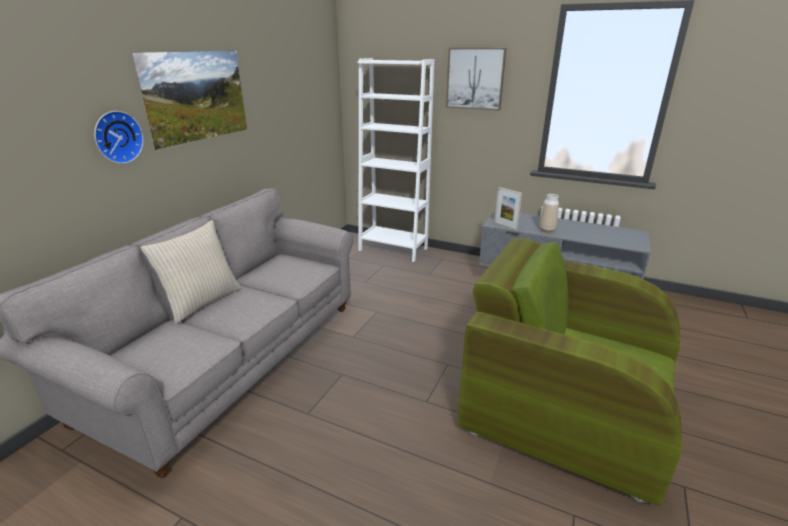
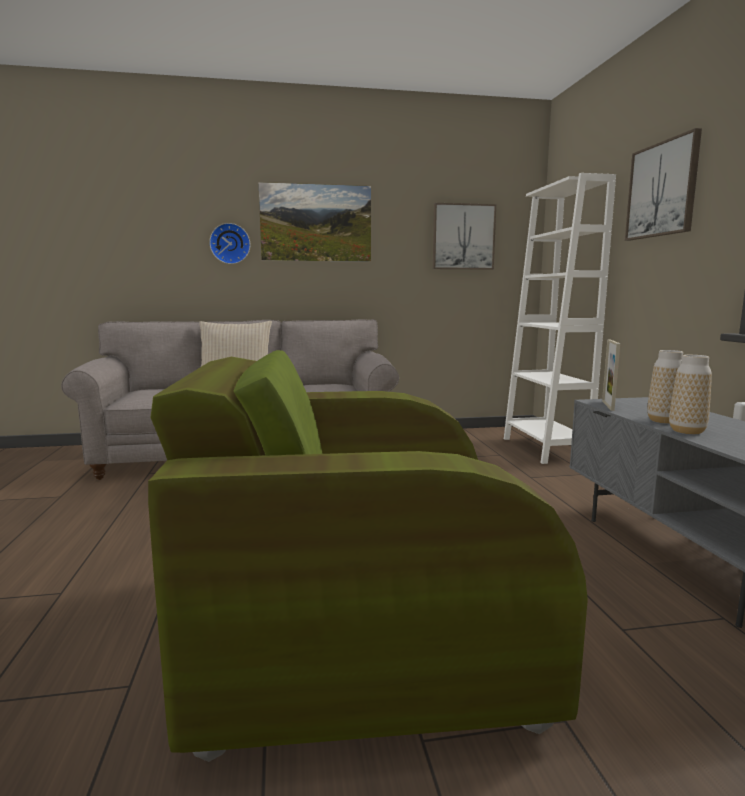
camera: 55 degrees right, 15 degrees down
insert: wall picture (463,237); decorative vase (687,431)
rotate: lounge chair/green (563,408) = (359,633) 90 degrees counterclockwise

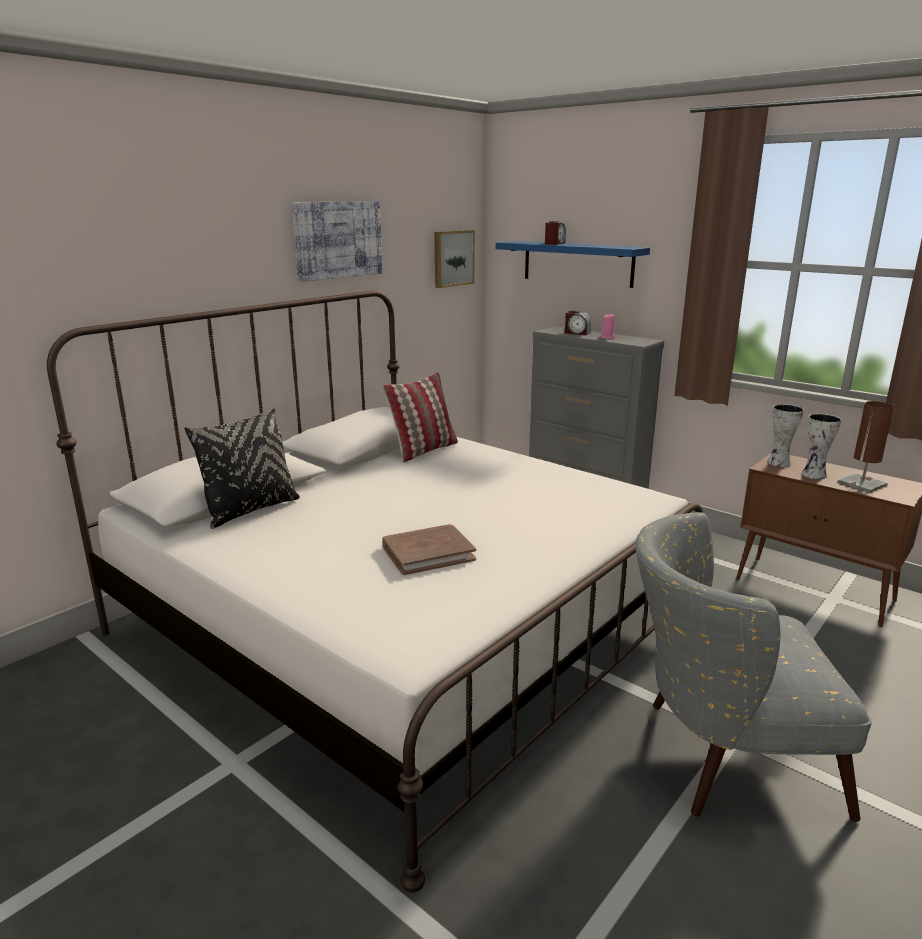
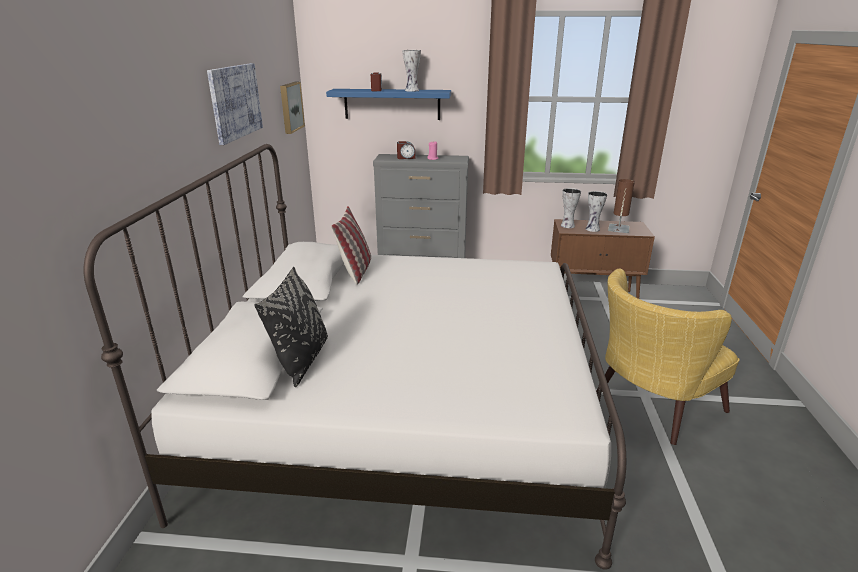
camera: 35 degrees left, 5 degrees up
delete: volume/brownish (428,553)
insert: decorative vase (412,90)
recolor: lounge chair/grey (720,755) to lounge chair/yellowish (649,407)

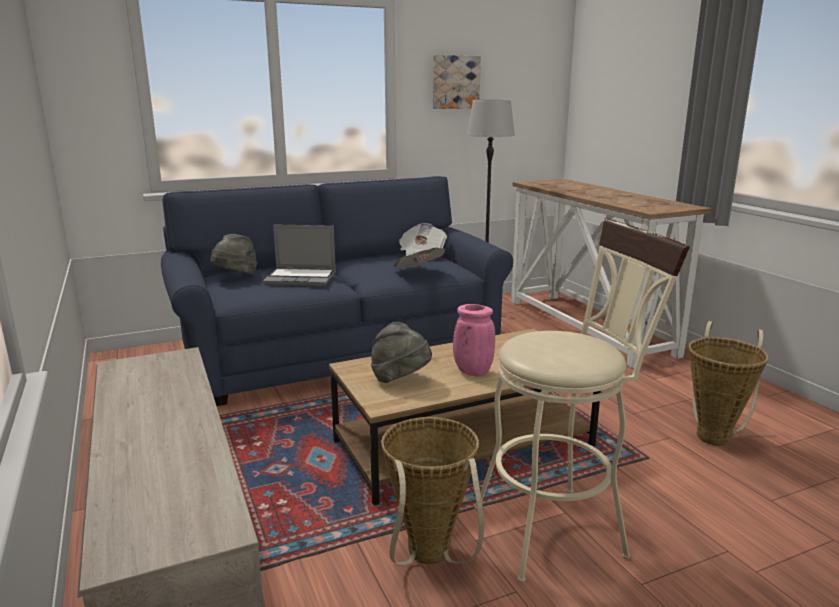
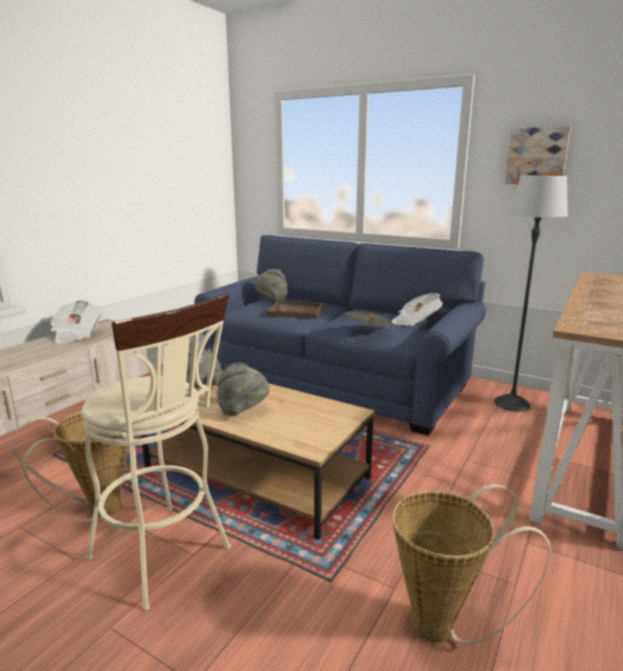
camera: 55 degrees right, 0 degrees up
insert: newspaper (76,335)
replace: notebook computer (301,278) to carrying tray/brownish (296,311); decorative vase/pink-coloured (472,372) to clothing hat/grey (243,411)

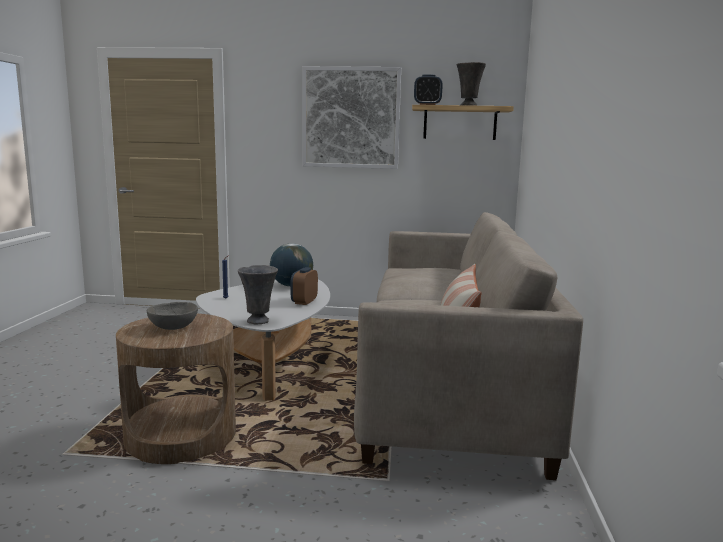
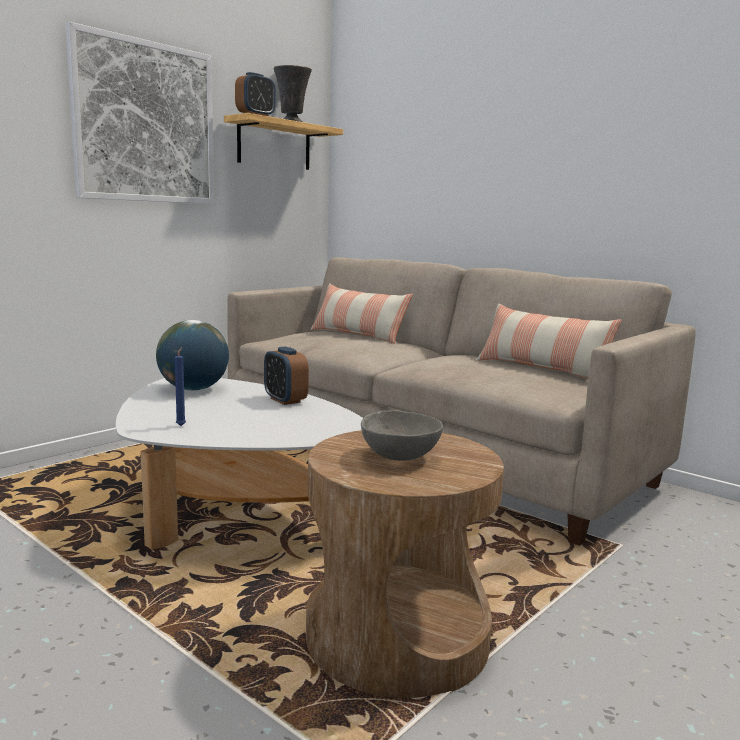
camera: 55 degrees left, 0 degrees up
delete: decorative vase/grey (259,321)
insert: pillow (358,335)

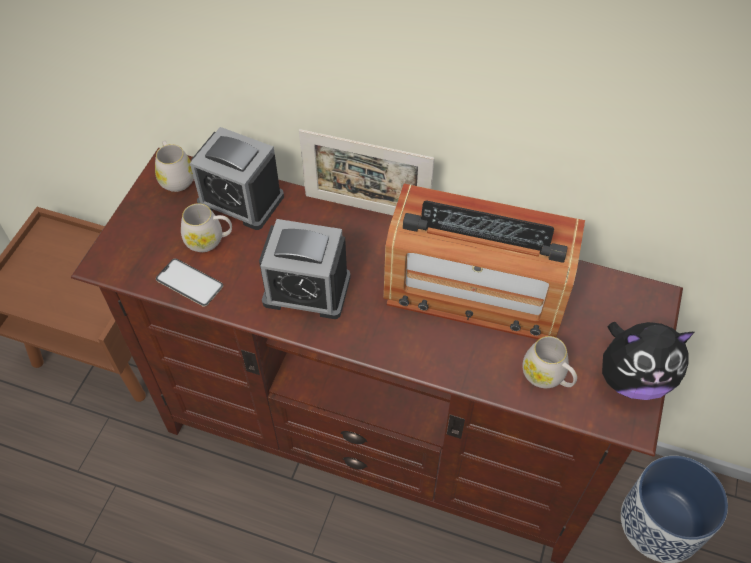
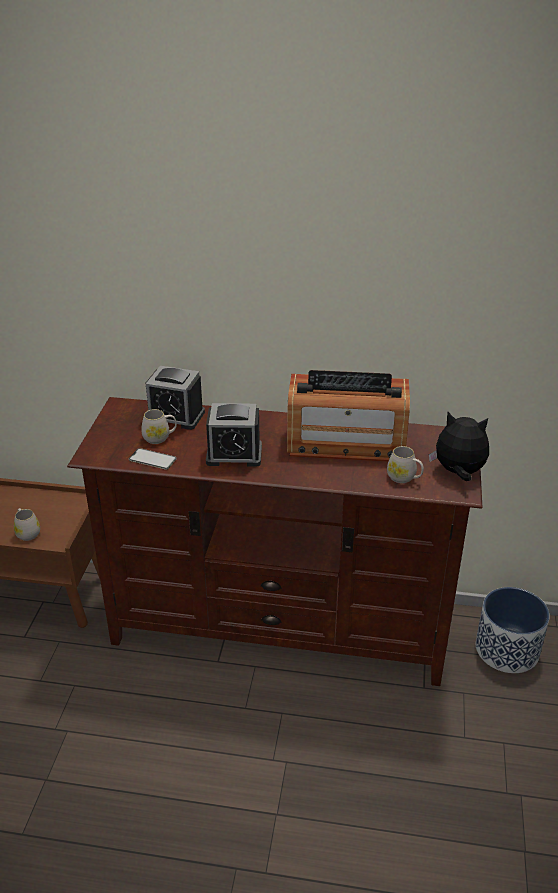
camera: 10 degrees left, 20 degrees down
delete: standing frame (366,209)
move: mug/white (176,177) to (27,532)
rotate: soft toy (632,378) = (458,473) 150 degrees counterclockwise

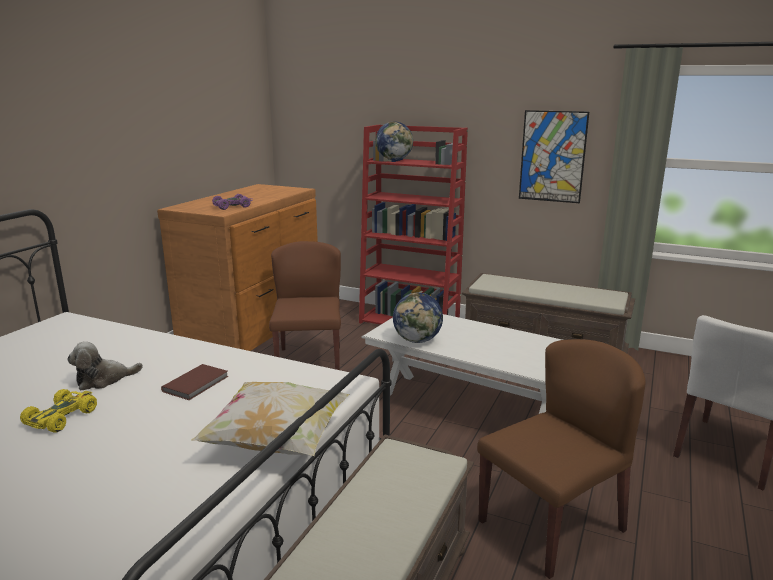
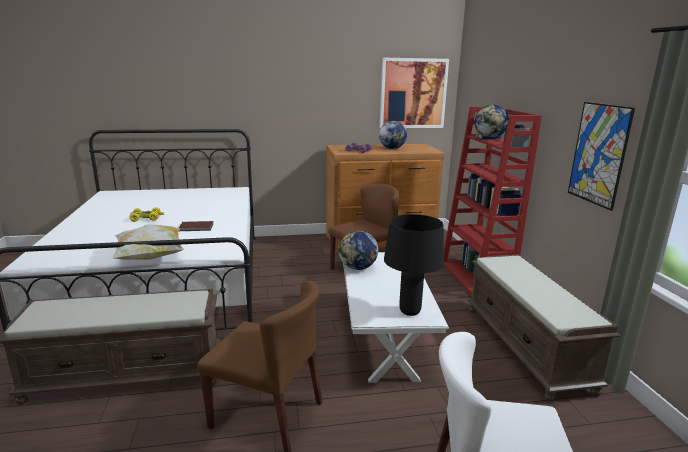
camera: 55 degrees right, 0 degrees up
delete: soft toy (103,380)
insert: globe (392,148); wall picture (413,93); table lamp/black (410,311)

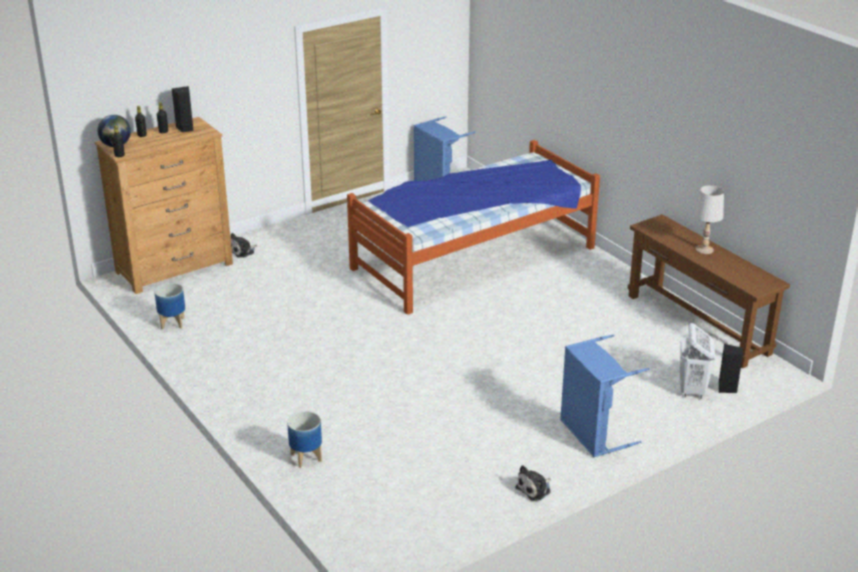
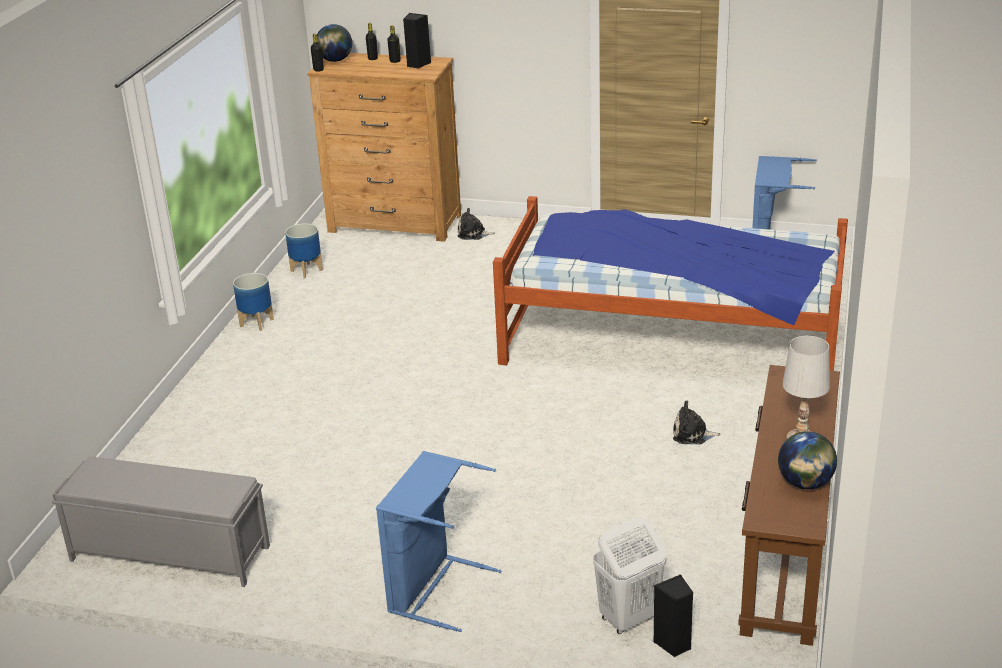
camera: 50 degrees right, 0 degrees up
insert: indoor bench/grey (168,553); globe (805,483)
move: plant pot (306,457) to (257,322); soft toy (535,489) to (692,434)

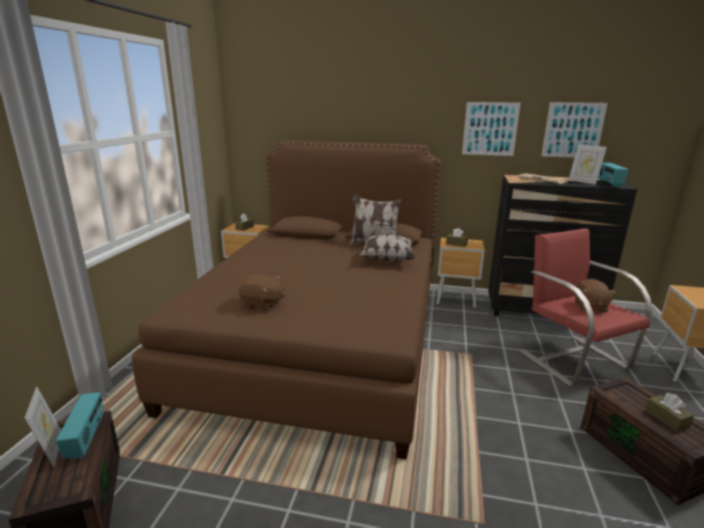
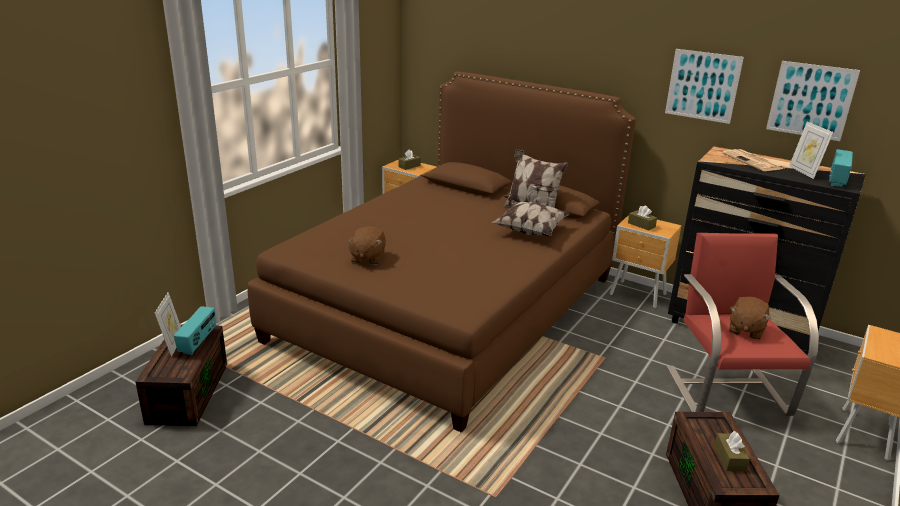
camera: 20 degrees right, 5 degrees up
rotate: soft toy/brownish (262,305) = (367,258) 60 degrees clockwise

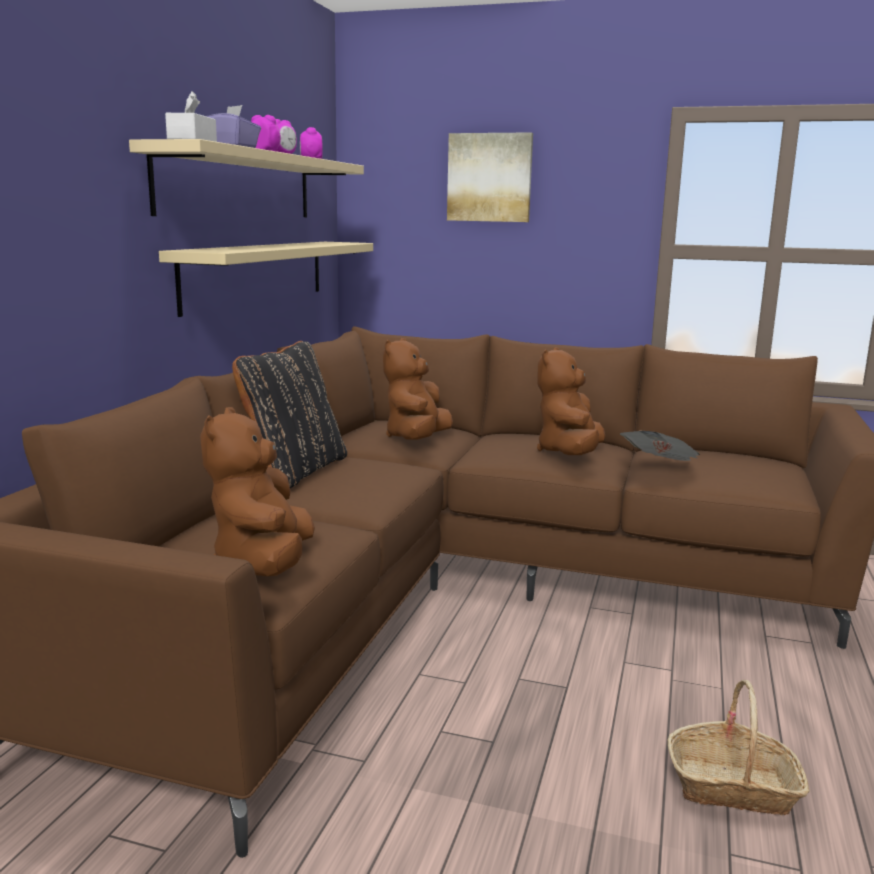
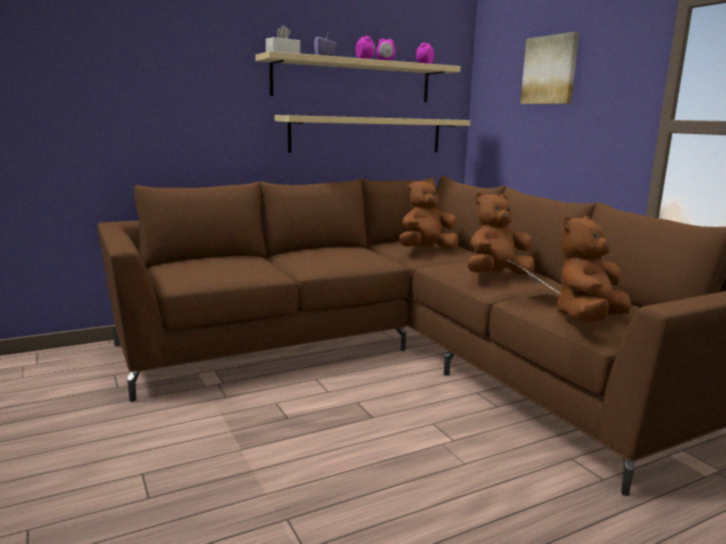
camera: 45 degrees right, 0 degrees up
delete: pillow/black (295,471); household basket (732,786)
move: soft toy/brownish (264,563) to (588,320)

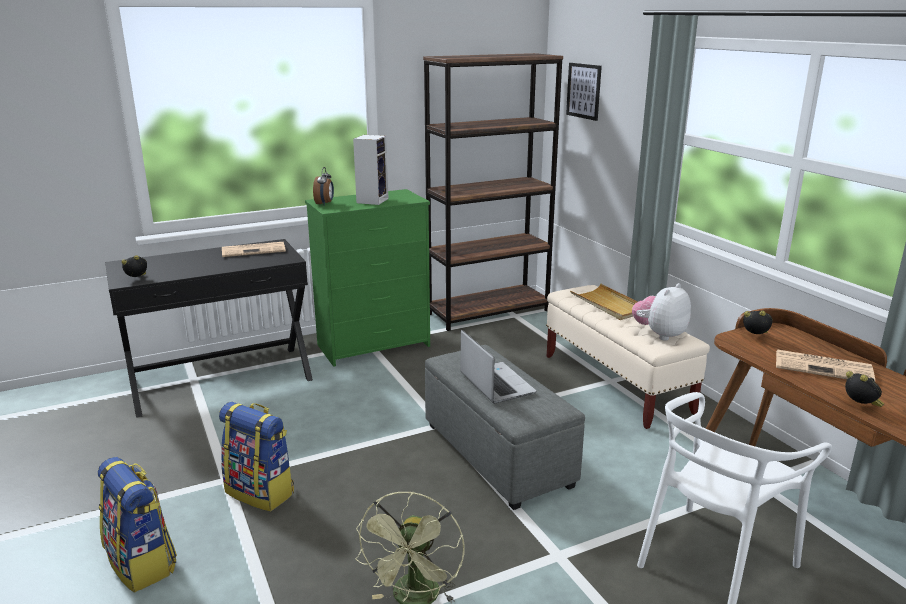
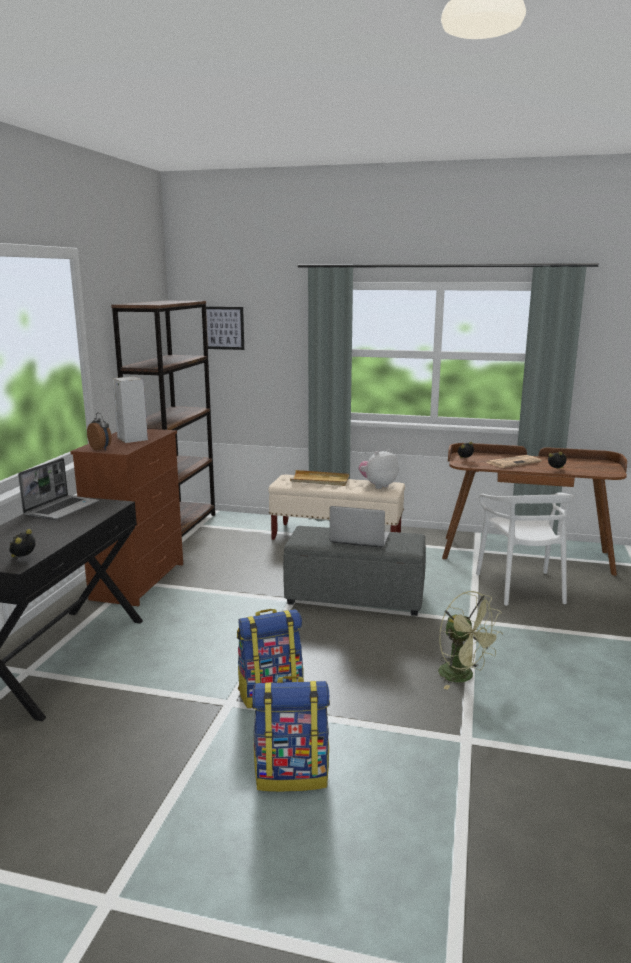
camera: 50 degrees left, 5 degrees down
replace: newspaper (254,250) to notebook computer (62,508)
recolor: dresser/green (375,346) to dresser/brownish (139,581)
rotate: soft toy (660,334) = (378,485) 60 degrees clockwise

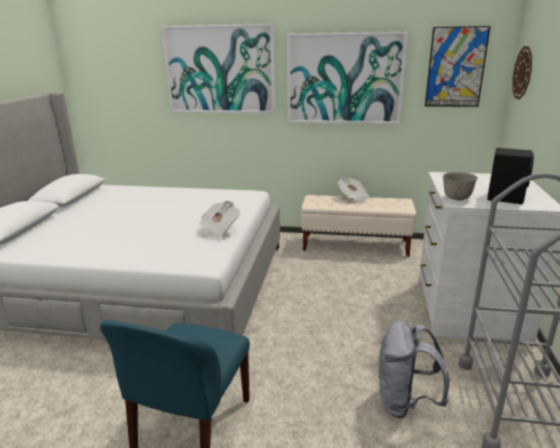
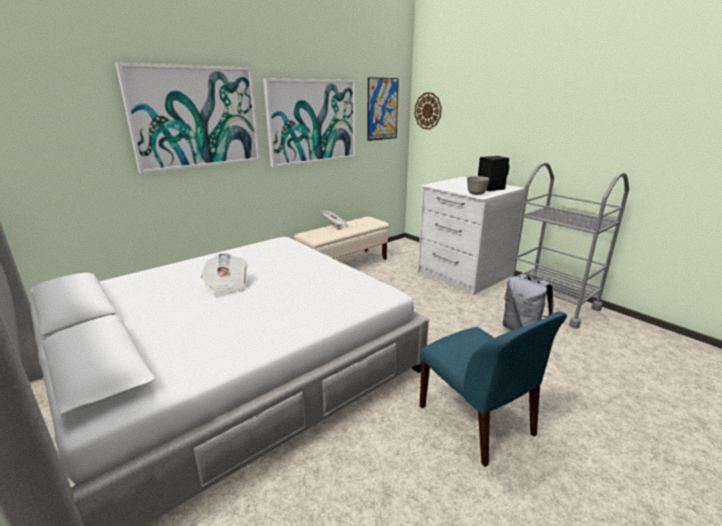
camera: 50 degrees left, 0 degrees up
move: newspaper (217,231) to (226,286)

